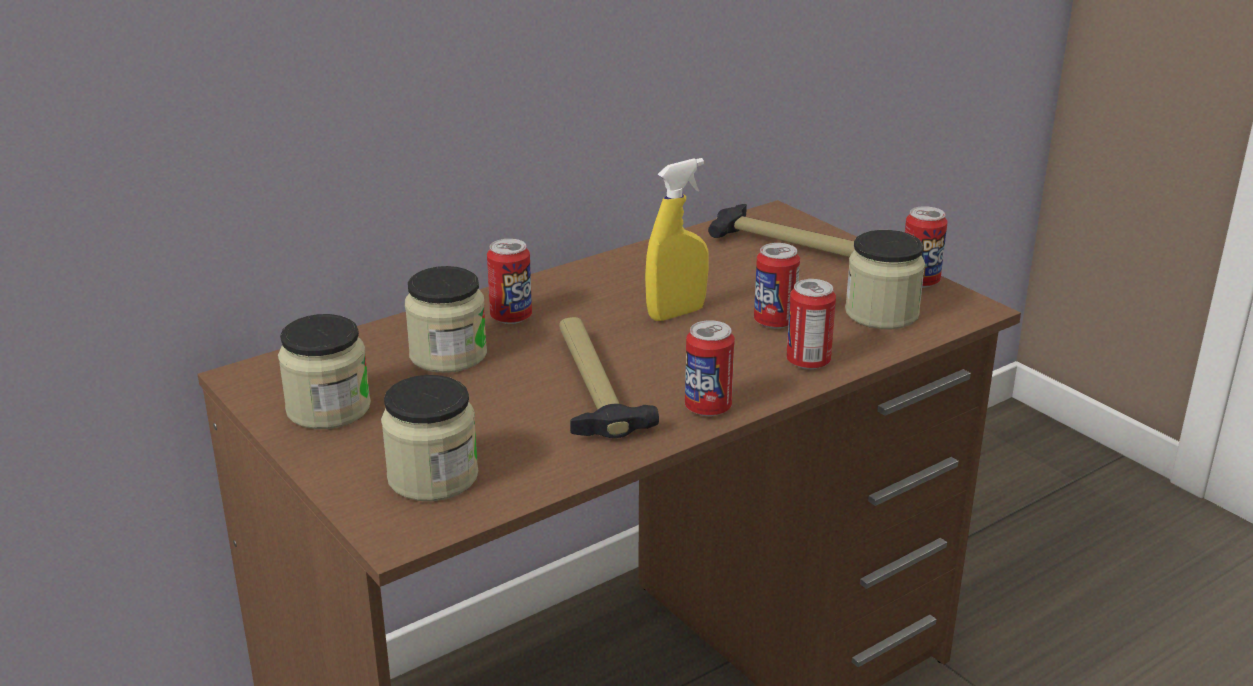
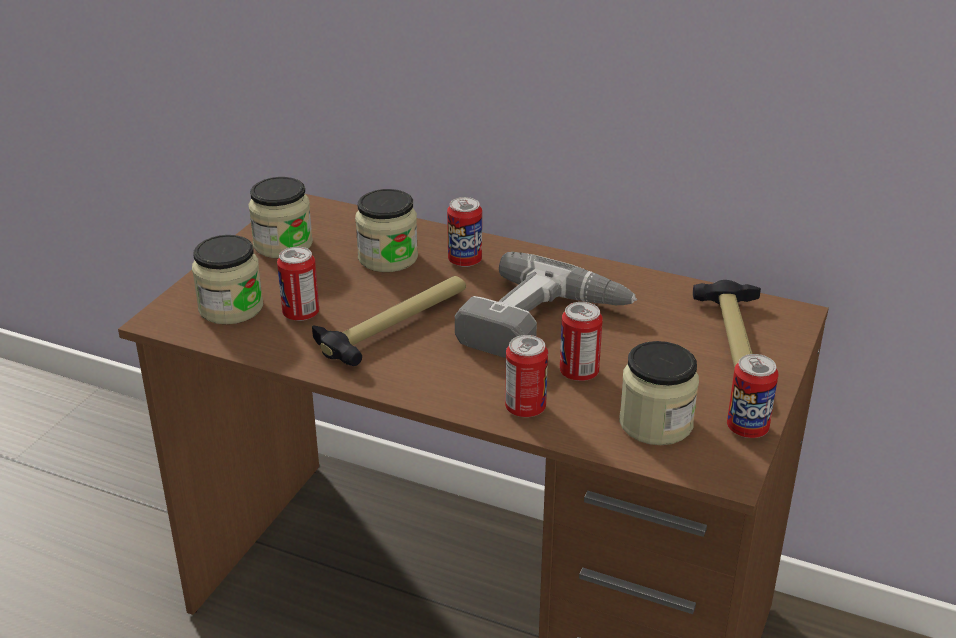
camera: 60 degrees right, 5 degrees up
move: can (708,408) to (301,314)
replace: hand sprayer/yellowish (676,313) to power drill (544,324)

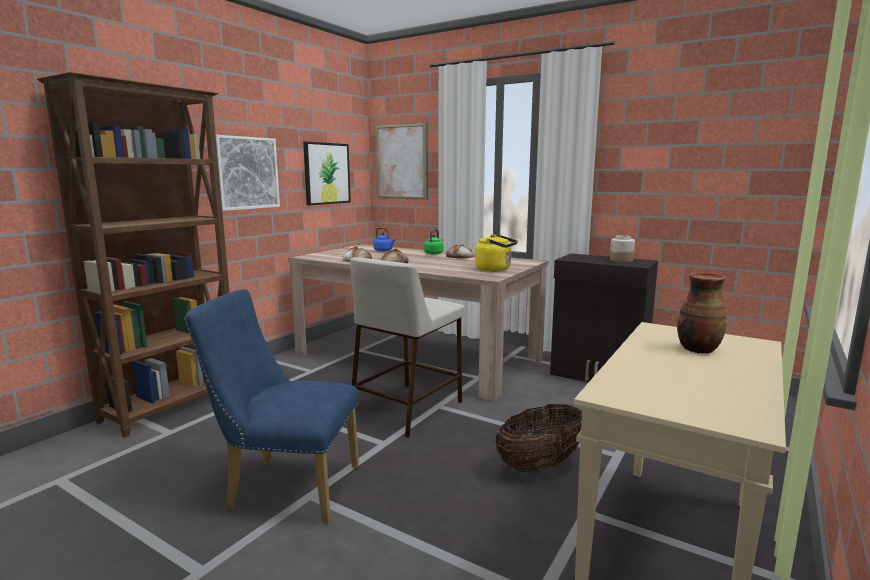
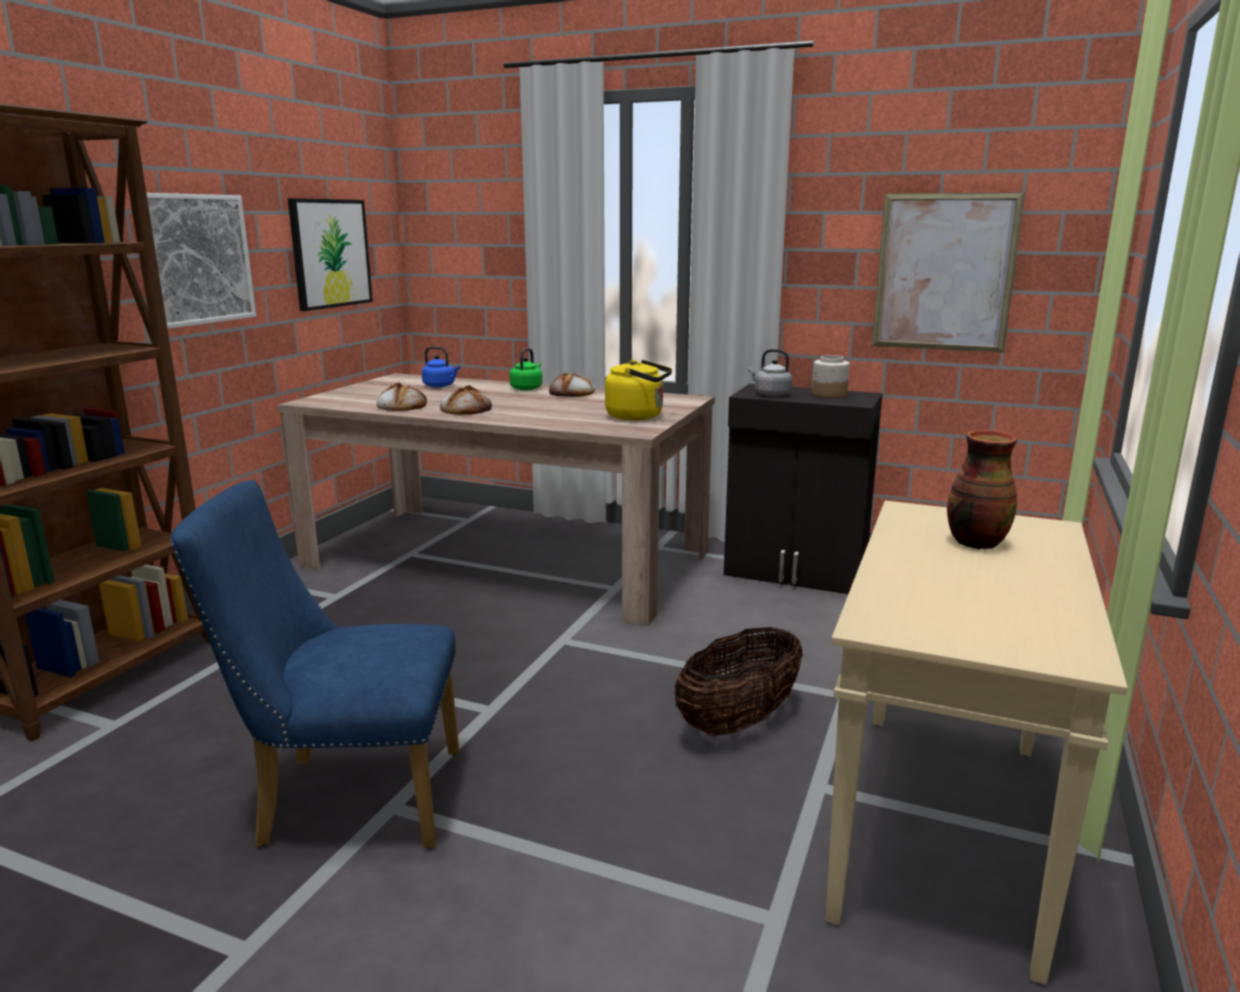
camera: 10 degrees left, 5 degrees up
delete: sitting stool/beige (407,408)
insert: kettle/grey (770,394)
move: wall picture (401,162) to (944,273)

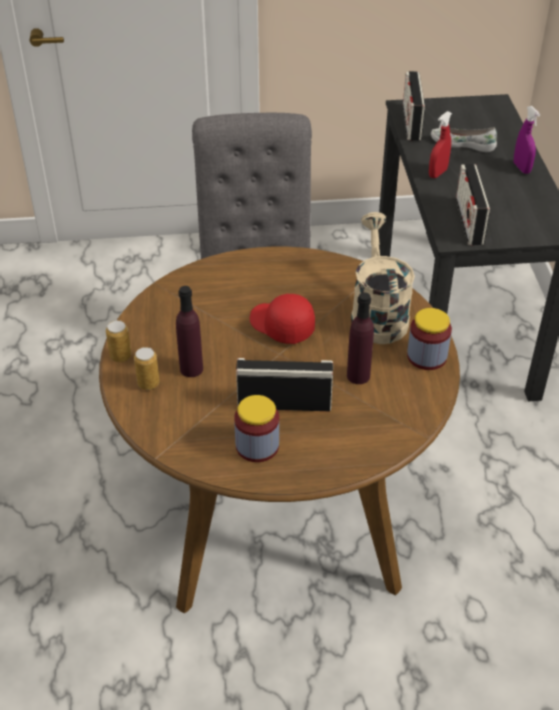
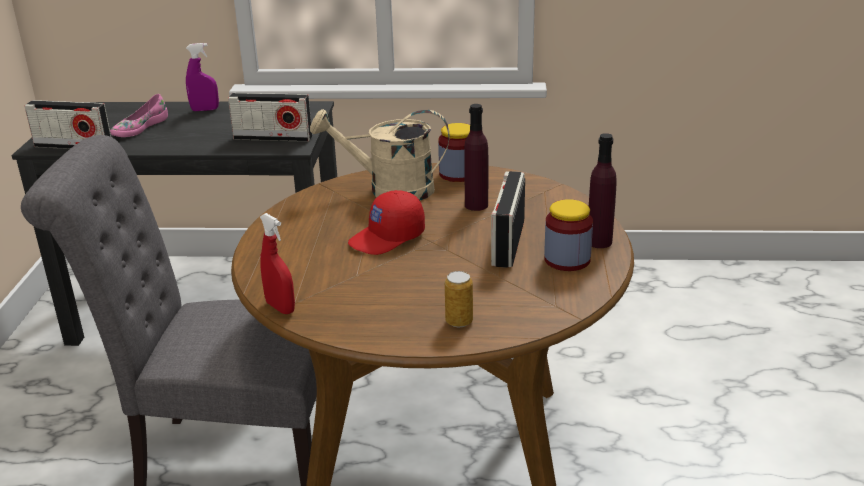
camera: 80 degrees left, 15 degrees down
delete: can (120,356)
move: bottle/purple (191,369) to (599,242); hand sprayer/red-coloured (437,173) to (280,307)
recolor: item of footwear/white (462,143) to item of footwear/pink-coloured (139,128)

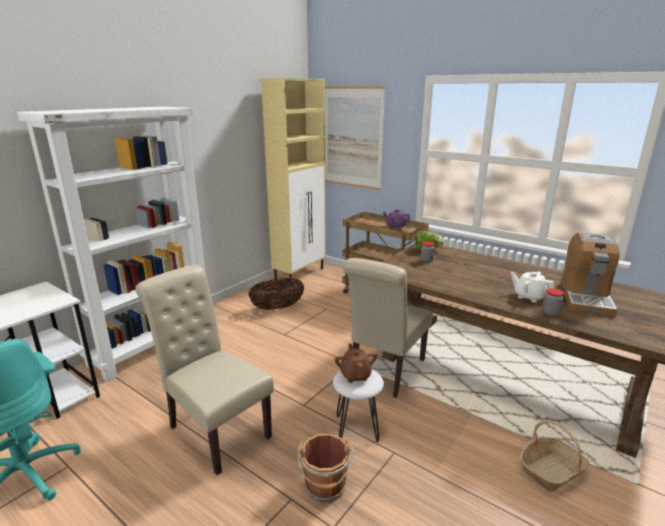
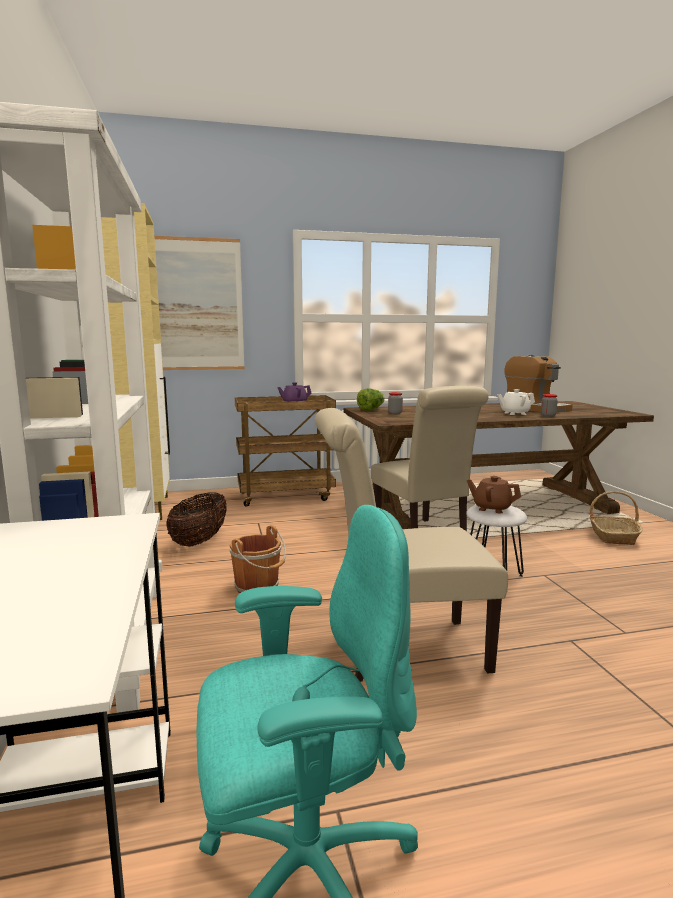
camera: 50 degrees left, 10 degrees down
move: water bucket/brownish (325,487) to (258,587)

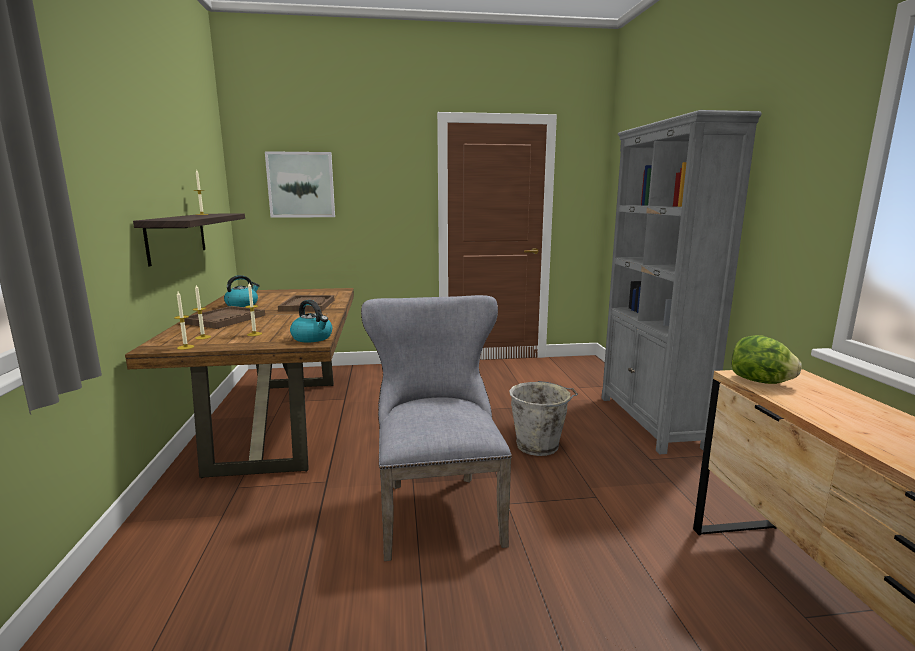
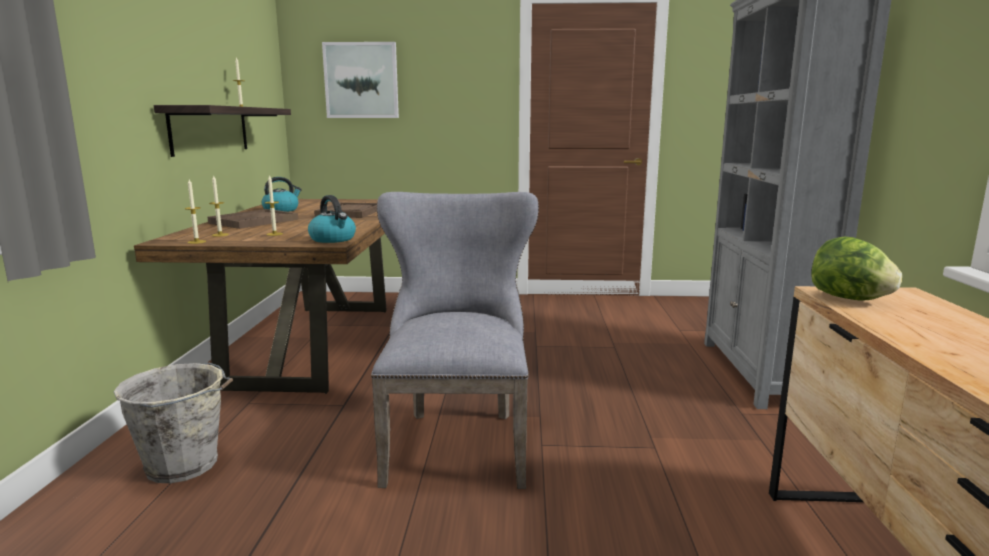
camera: 10 degrees right, 0 degrees up
move: water bucket/grey (539,446) to (185,465)

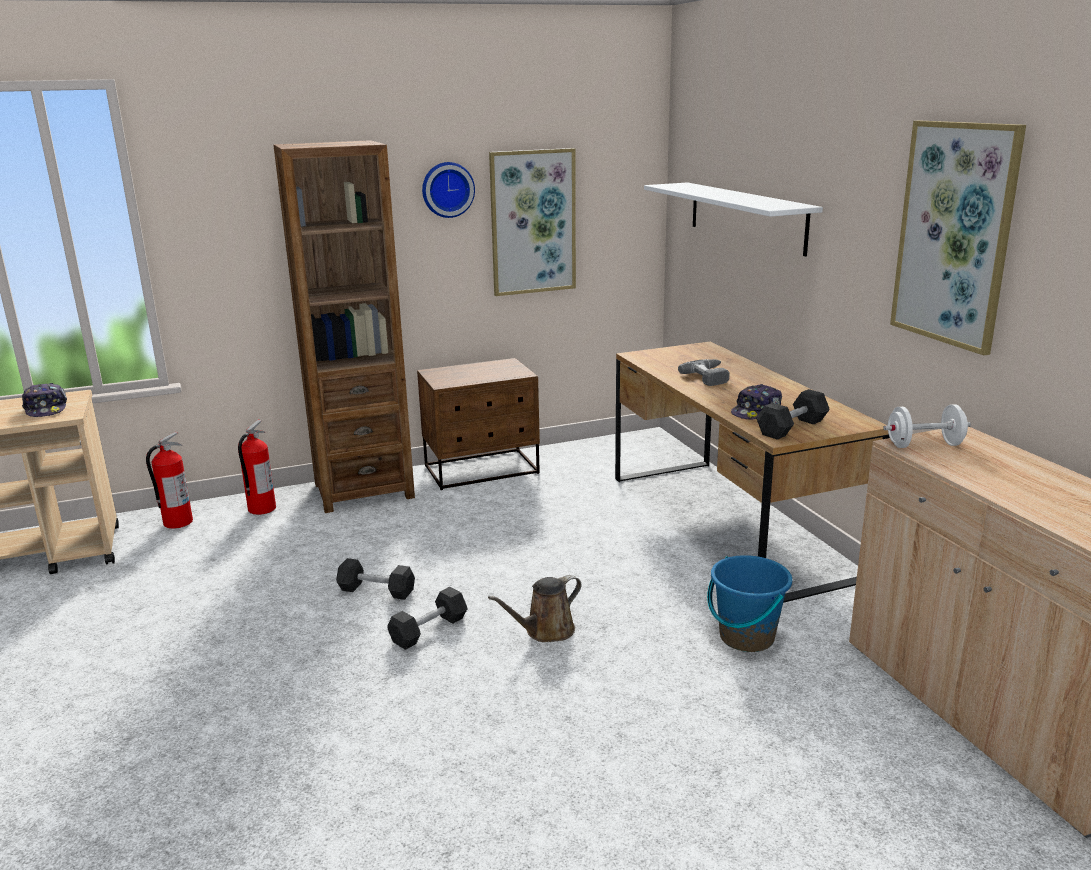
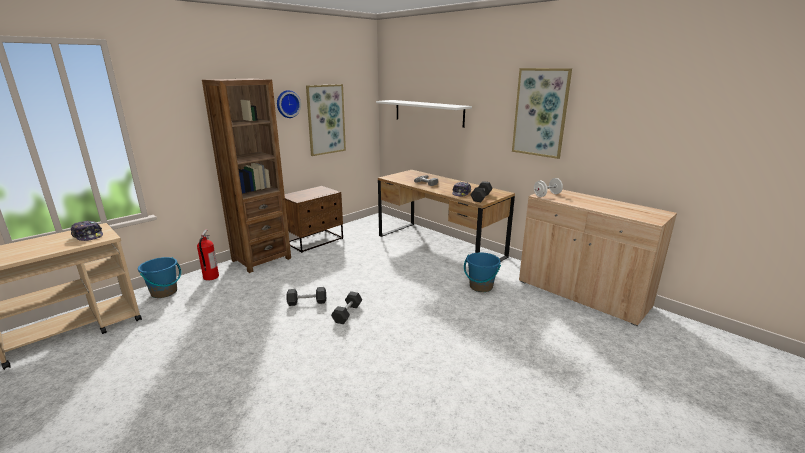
camera: 25 degrees left, 0 degrees up
delete: sprinkling can/brownish (545,631)
replace: fire extinguisher (177,522) to water bucket/blue-coloured (164,292)

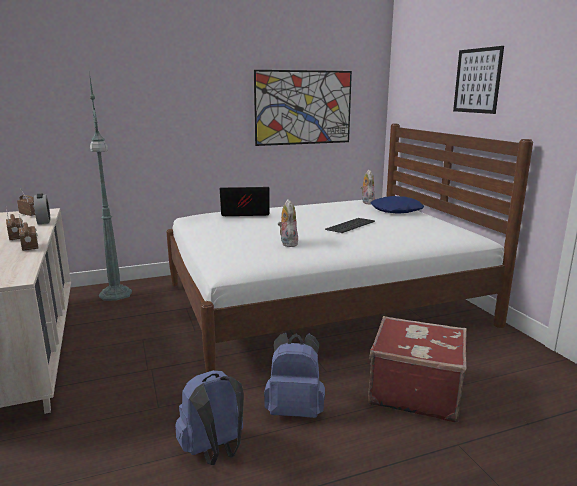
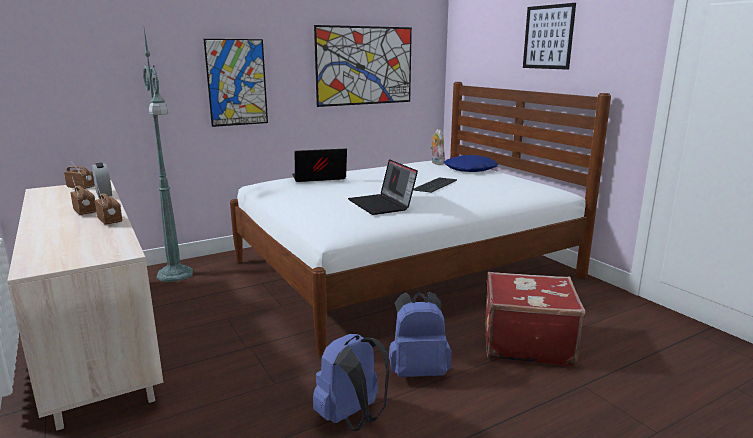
camera: 10 degrees left, 0 degrees up
insert: wall picture (237,82)
replace: soft toy (287,243) to notebook computer (382,205)

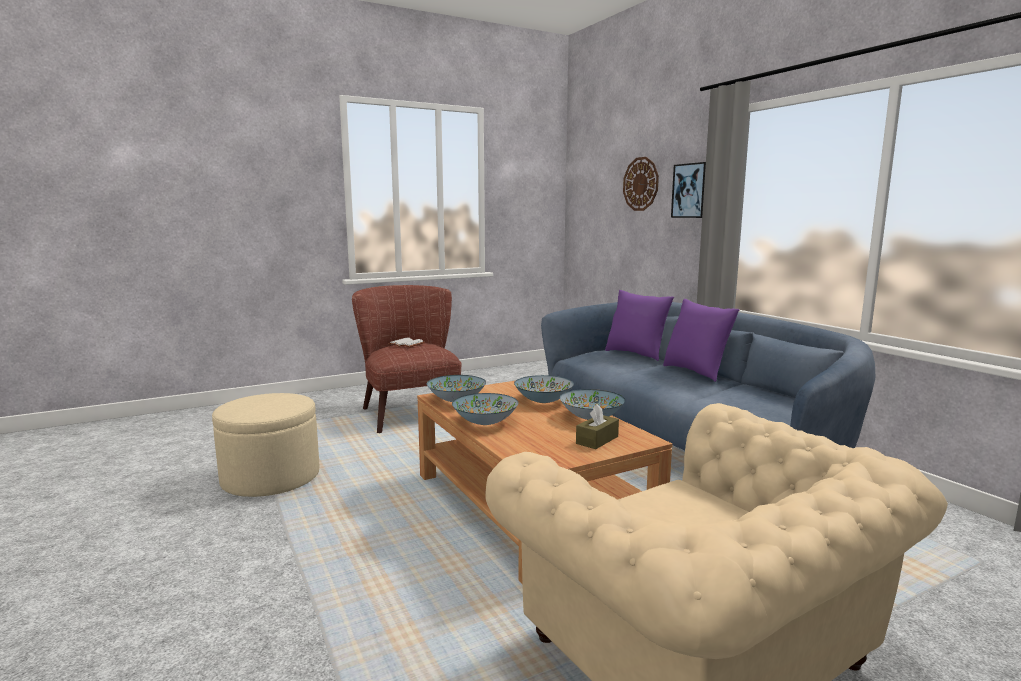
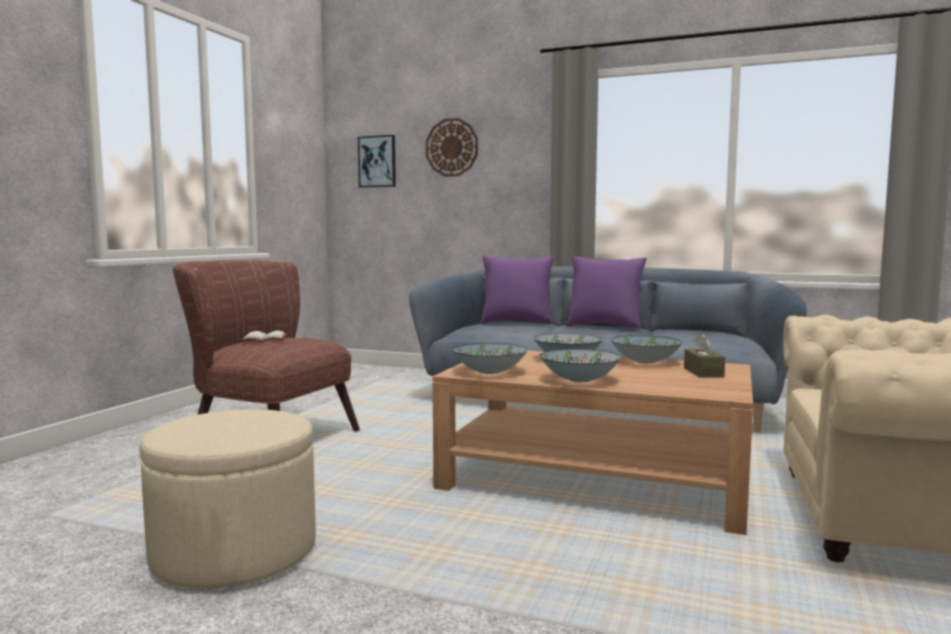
camera: 40 degrees left, 5 degrees down
move: wall picture (690,190) to (377,161)

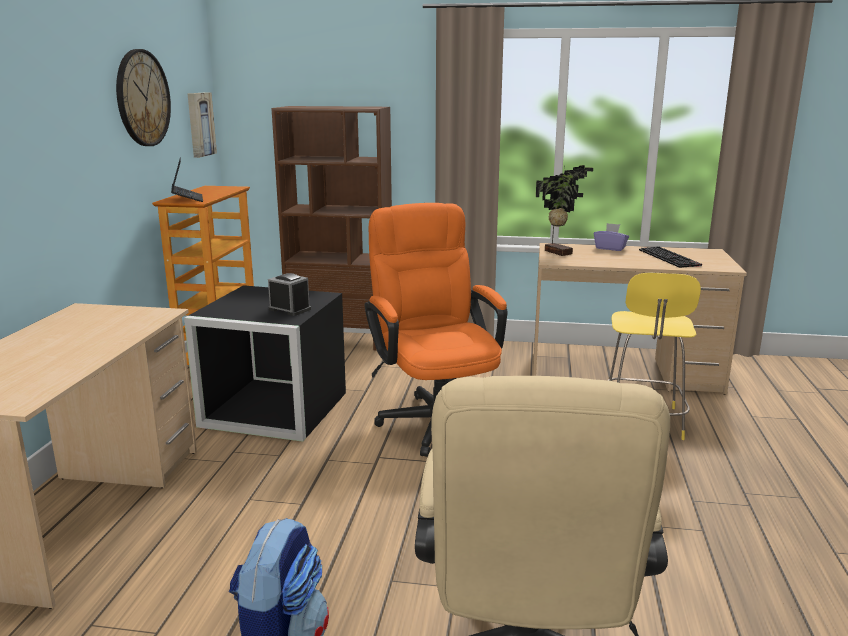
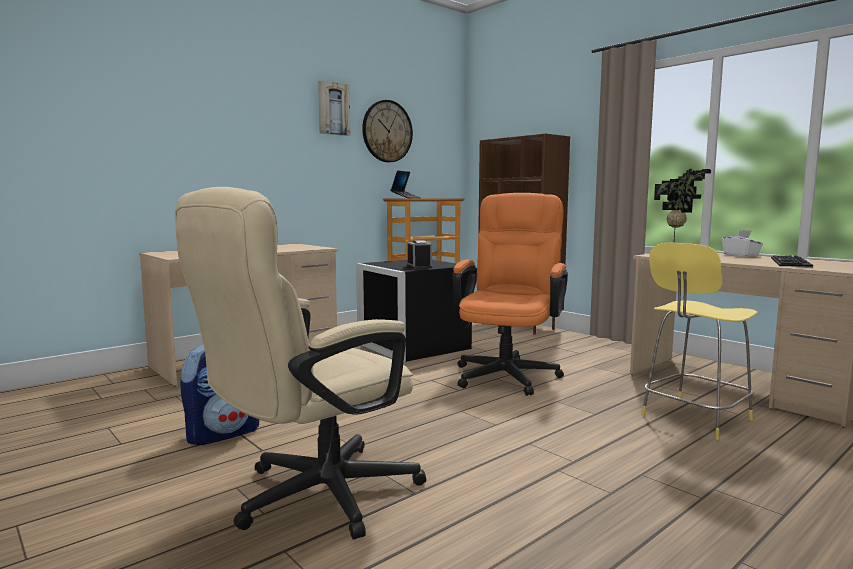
camera: 40 degrees right, 10 degrees down
move: wall picture (199,124) to (333,109)
recolor: tissue holder/purple (610,248) to tissue holder/white (741,255)

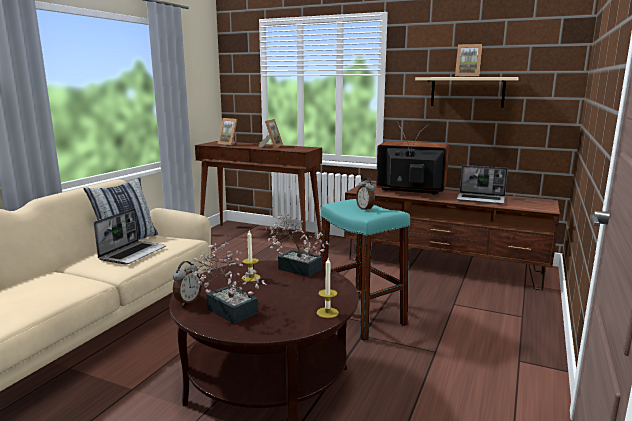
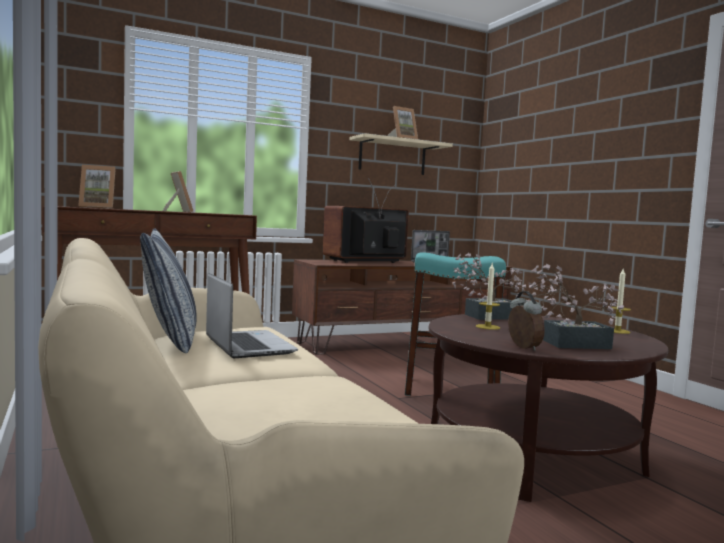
camera: 50 degrees left, 10 degrees down
delete: bedside clock (365,209)

